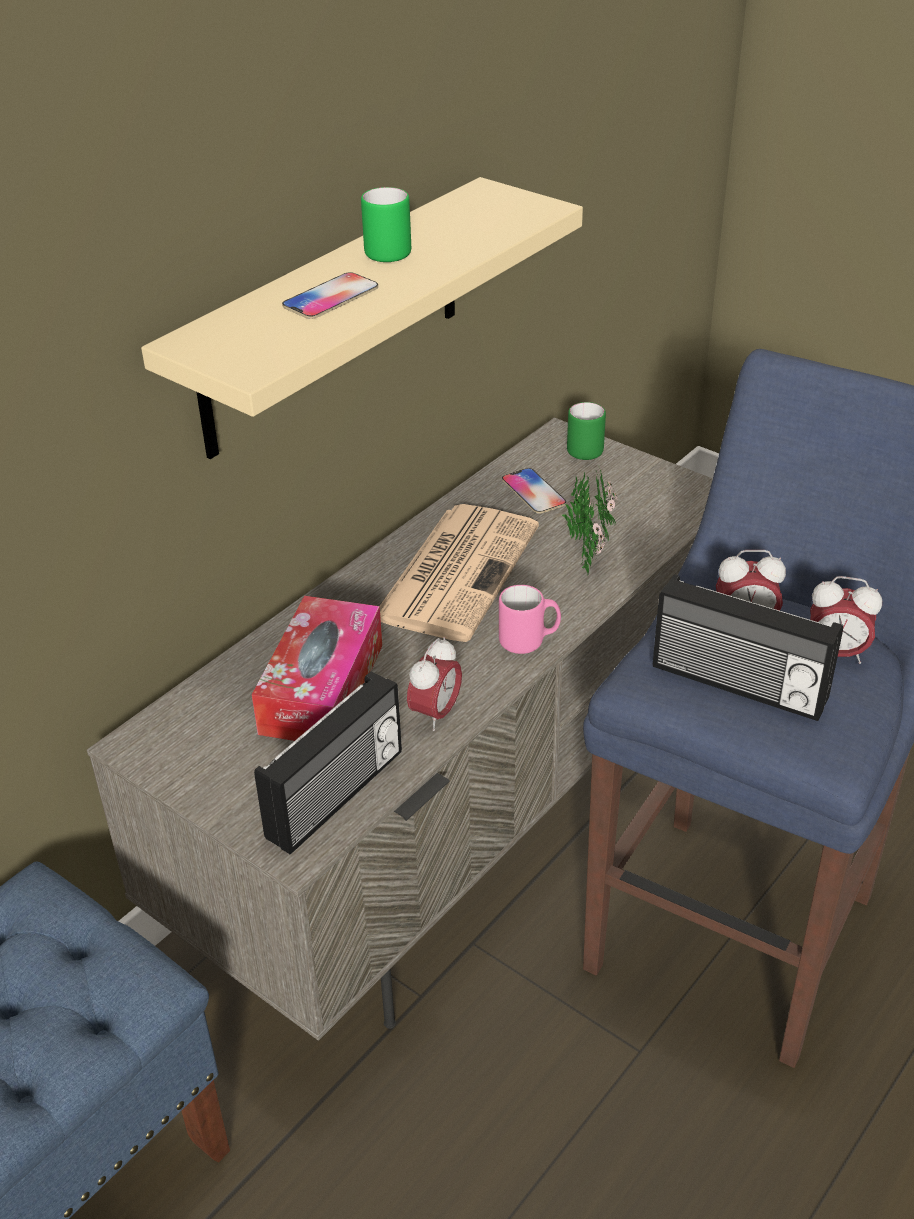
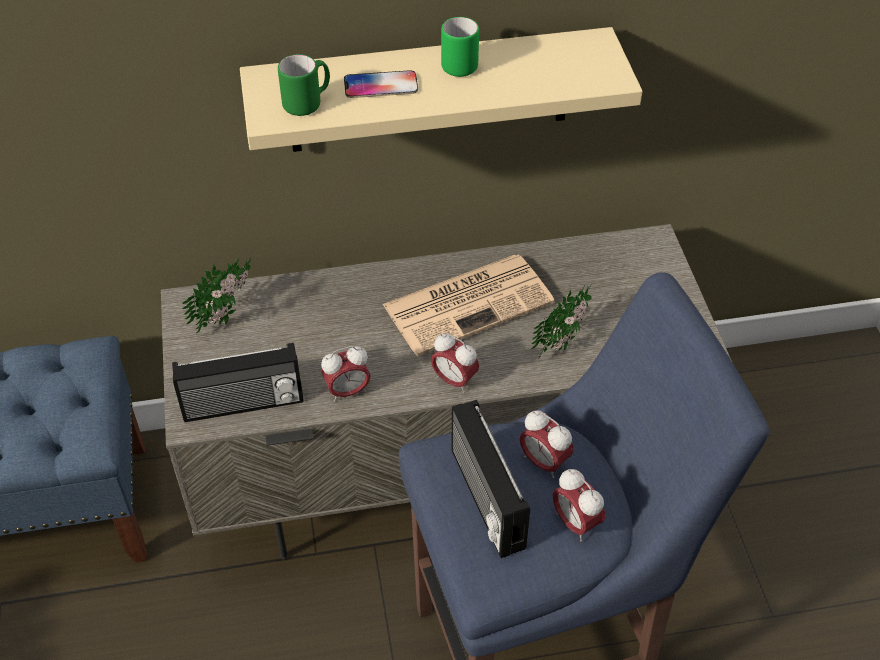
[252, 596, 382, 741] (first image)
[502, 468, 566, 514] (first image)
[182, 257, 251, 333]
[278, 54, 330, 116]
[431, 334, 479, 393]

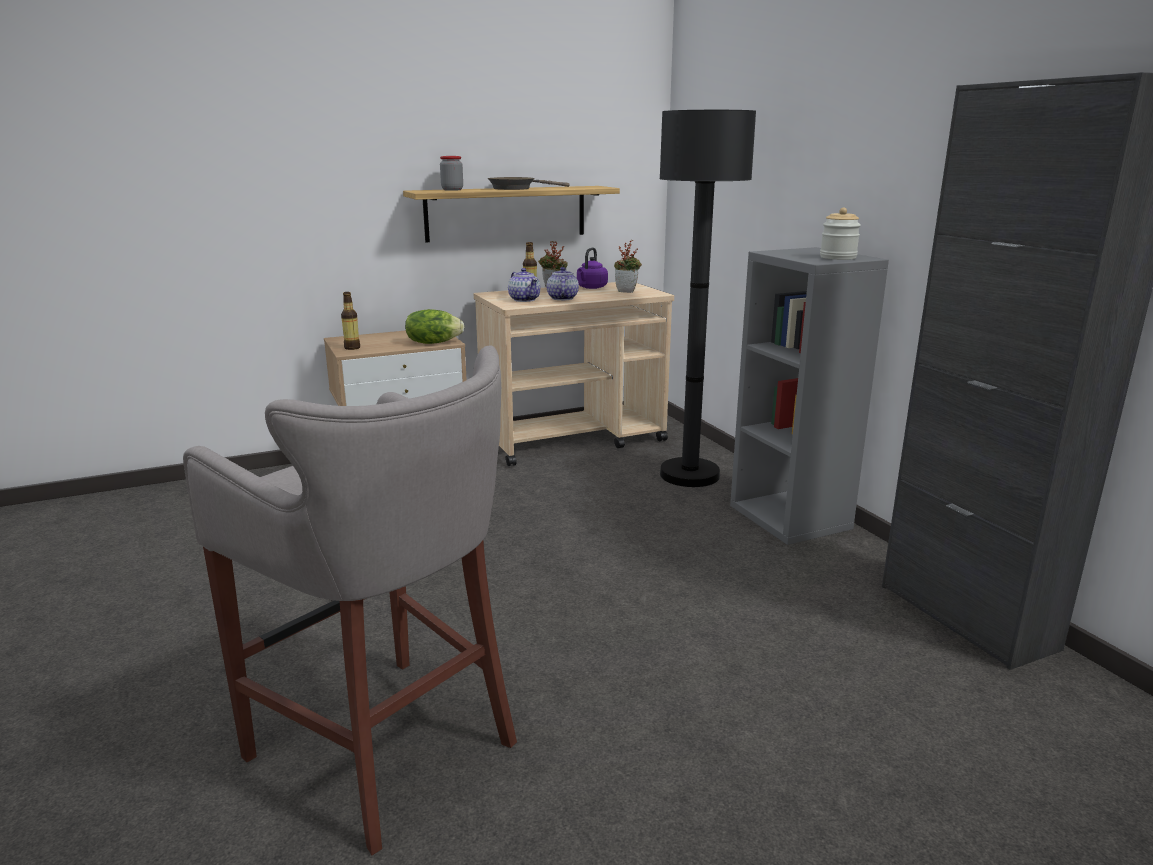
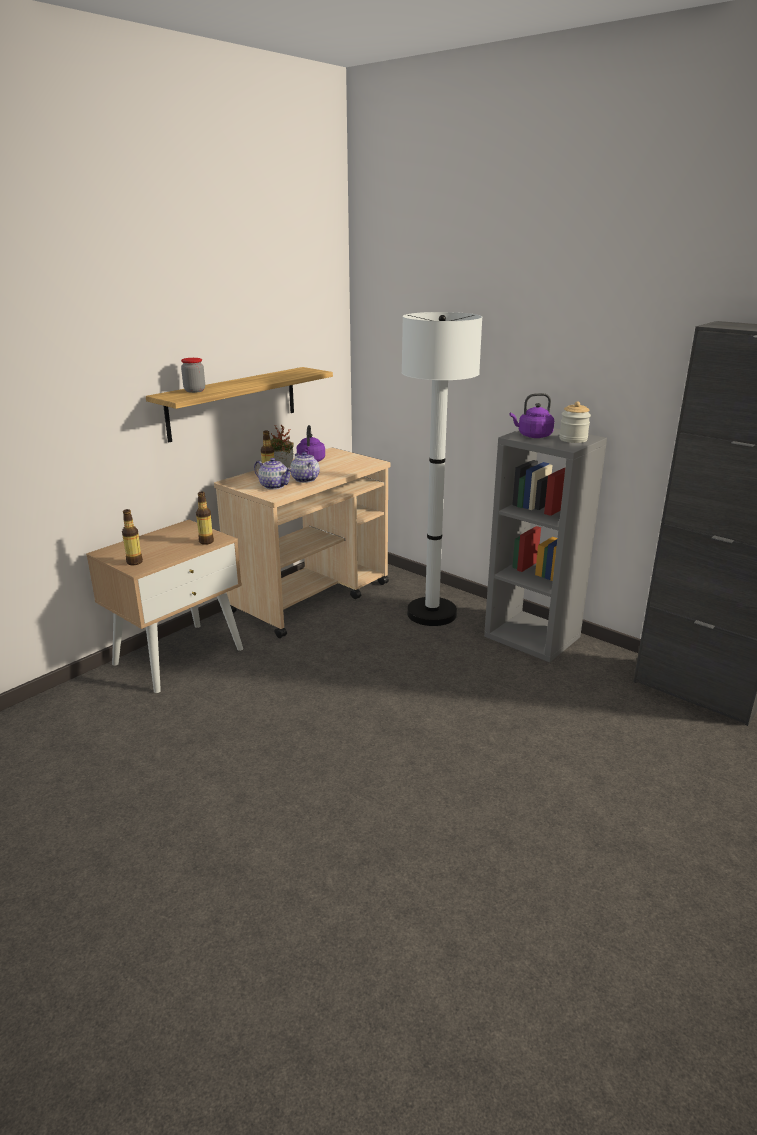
[183, 346, 517, 855] (first image)
[487, 177, 569, 190] (first image)
[614, 240, 642, 293] (first image)
[510, 393, 554, 438]
[196, 492, 214, 545]
[402, 312, 482, 626]

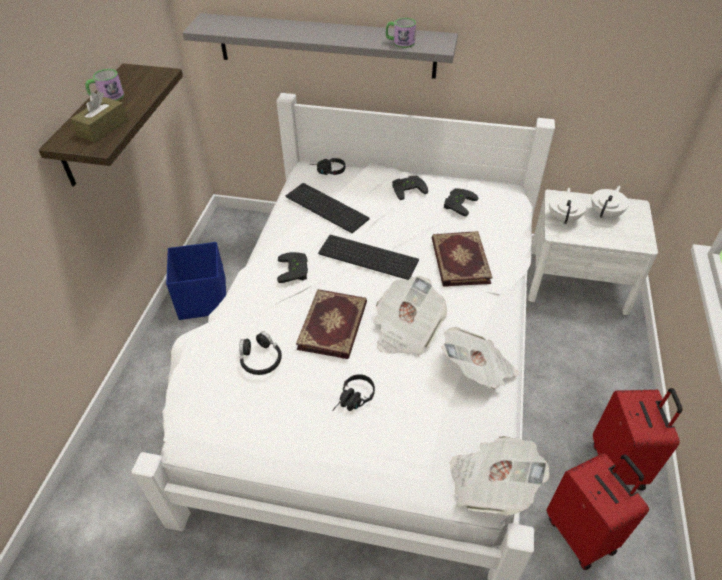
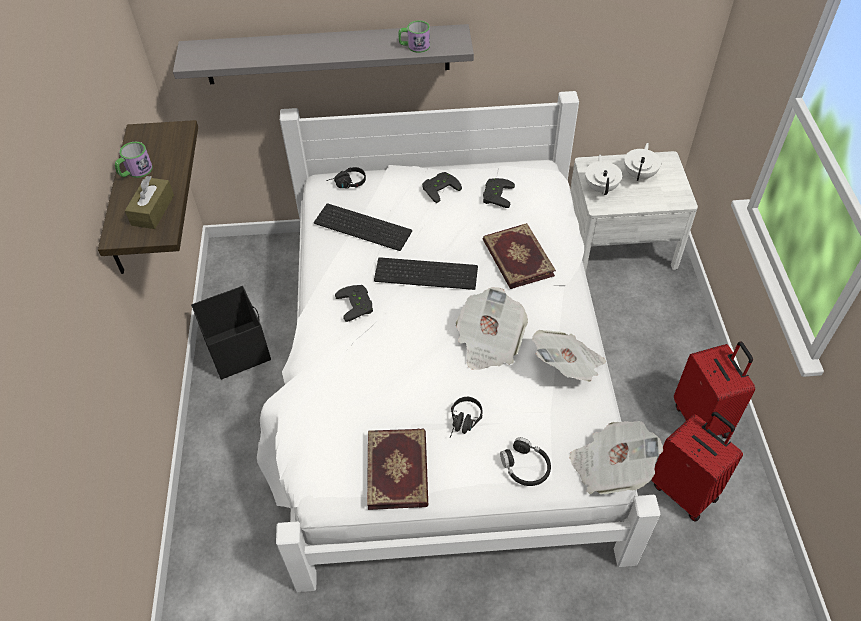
[500, 437, 551, 486]
[367, 429, 428, 510]
[191, 286, 271, 379]

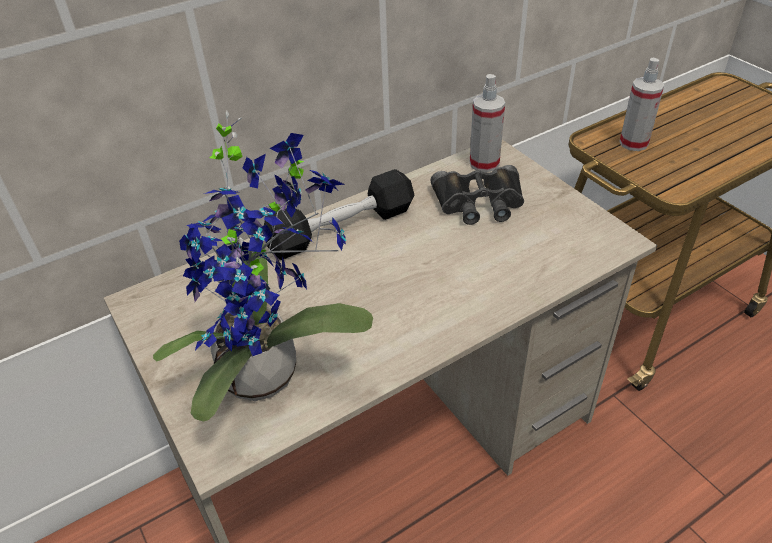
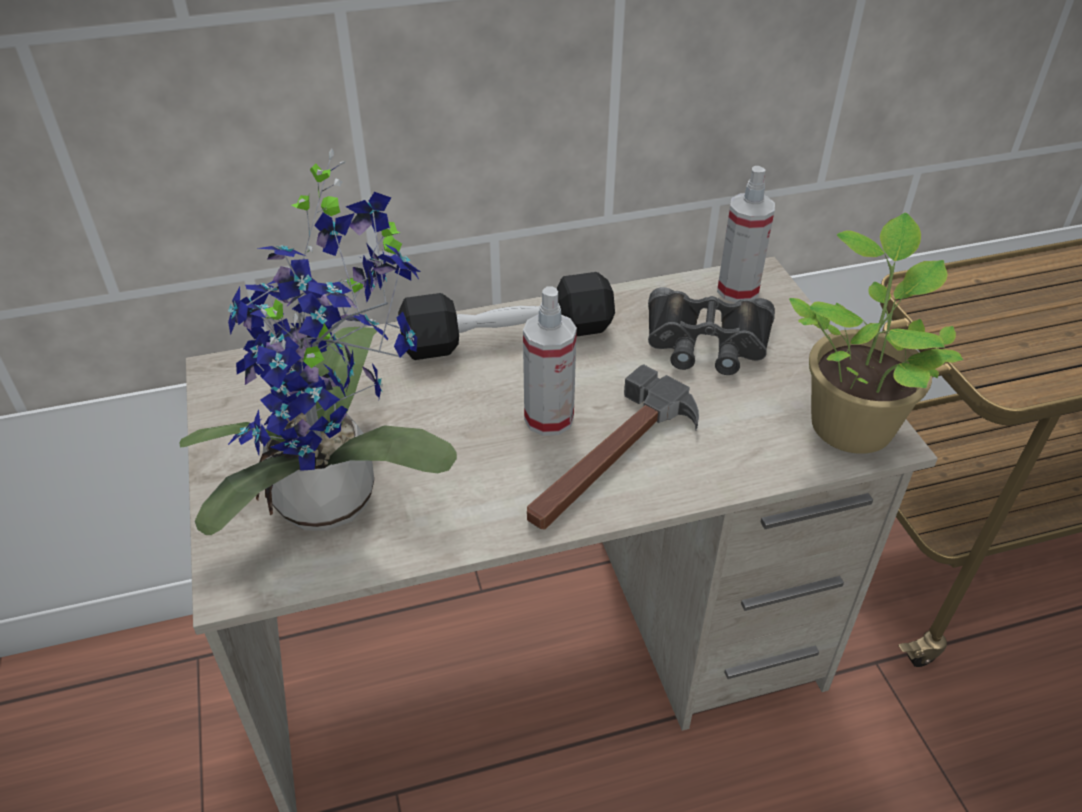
[527, 364, 699, 530]
[789, 212, 963, 454]
[523, 286, 577, 436]

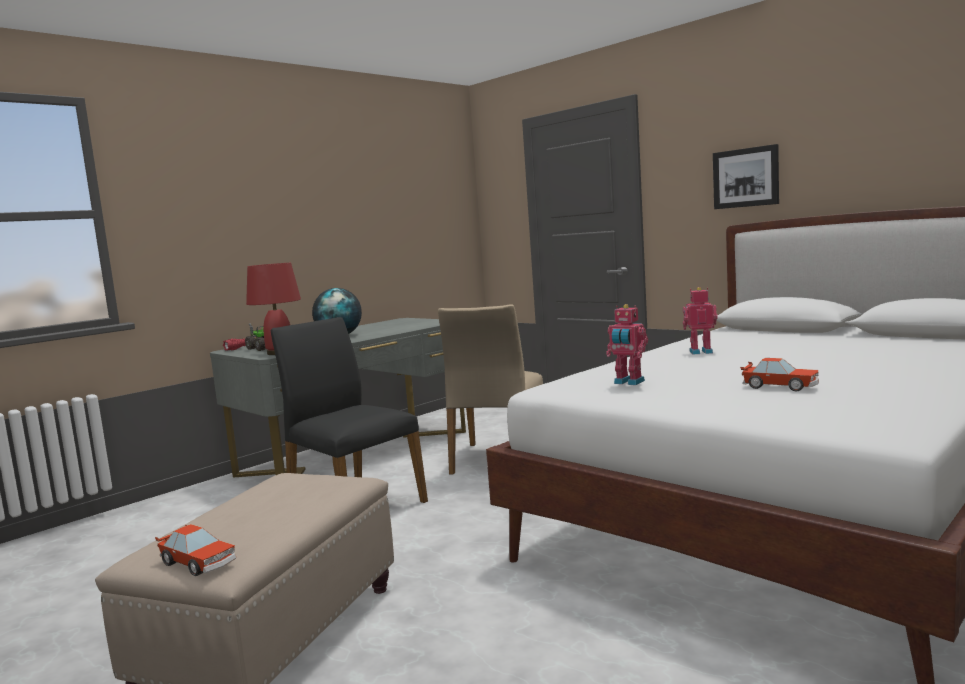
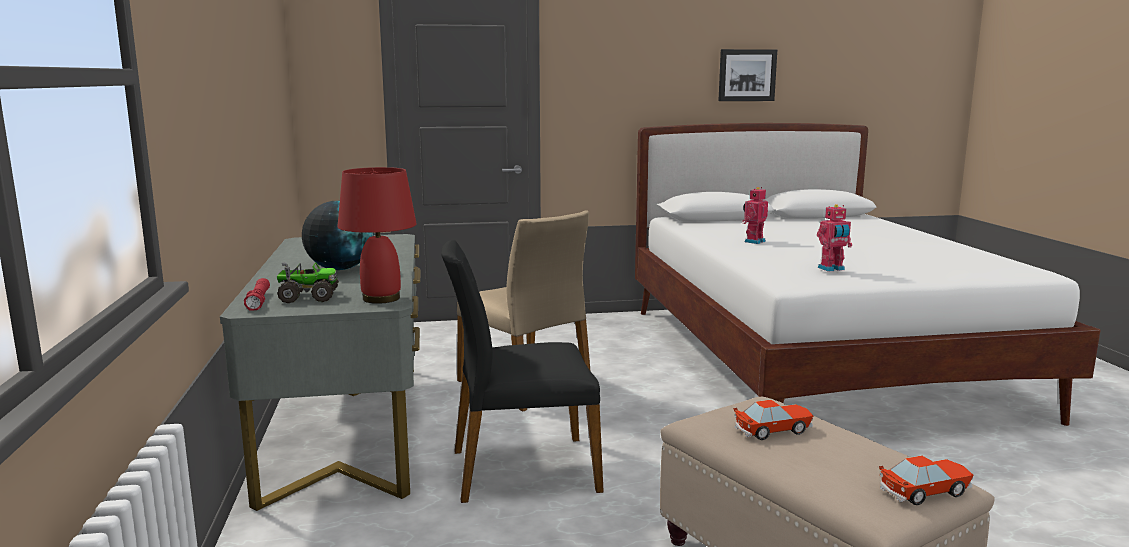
[718, 49, 777, 101]
[733, 400, 813, 440]

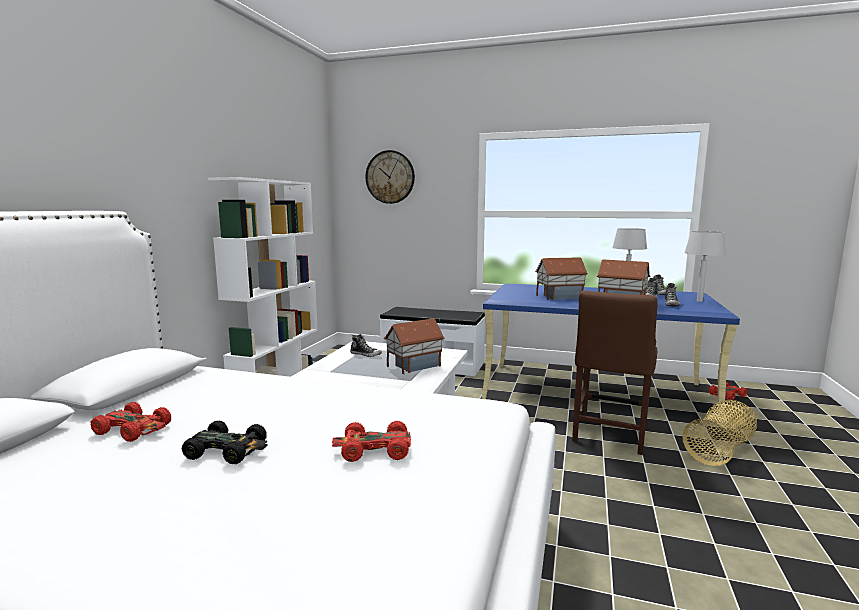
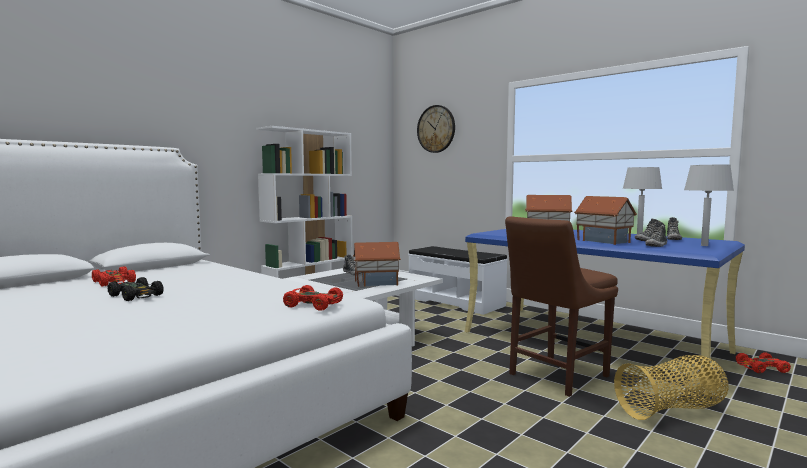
[283, 285, 343, 311]

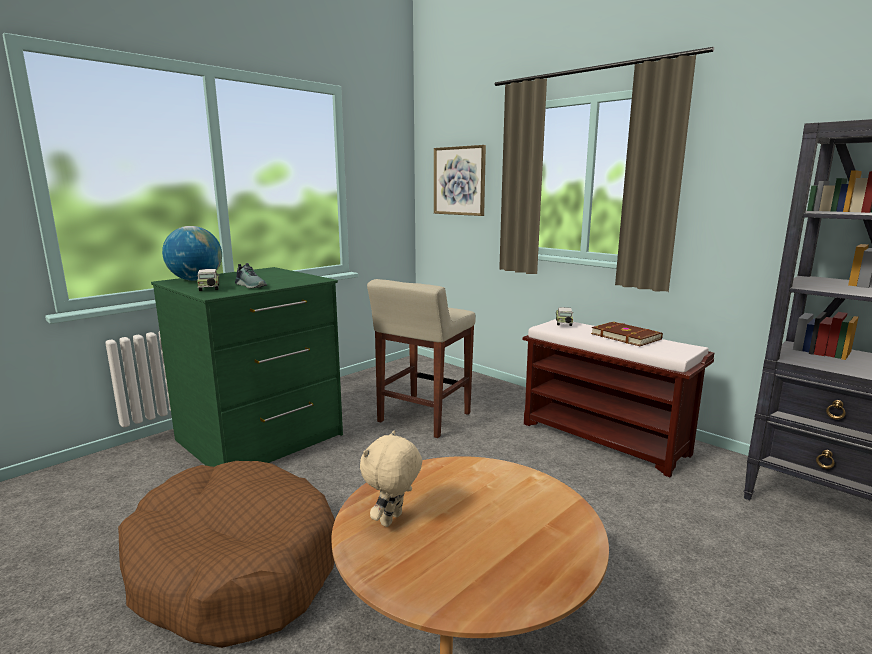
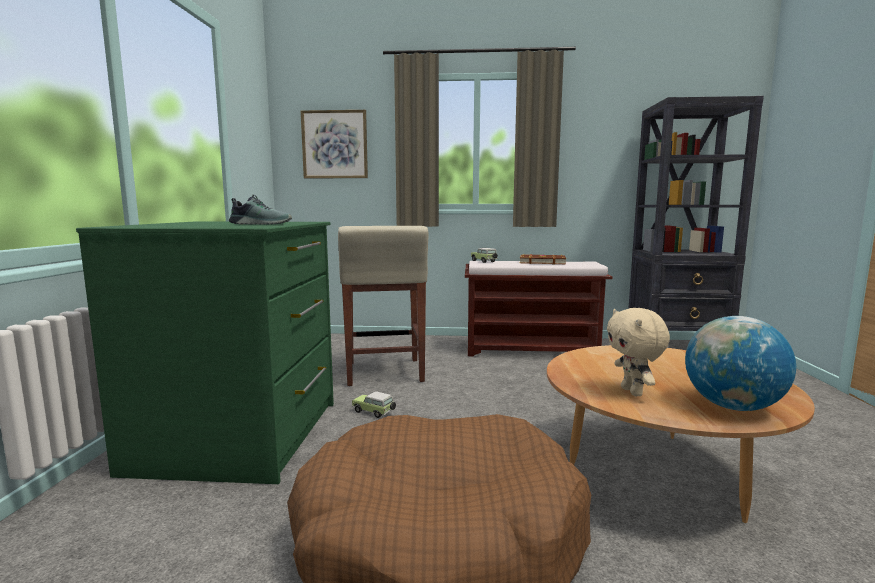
[685, 316, 796, 411]
[352, 391, 396, 418]

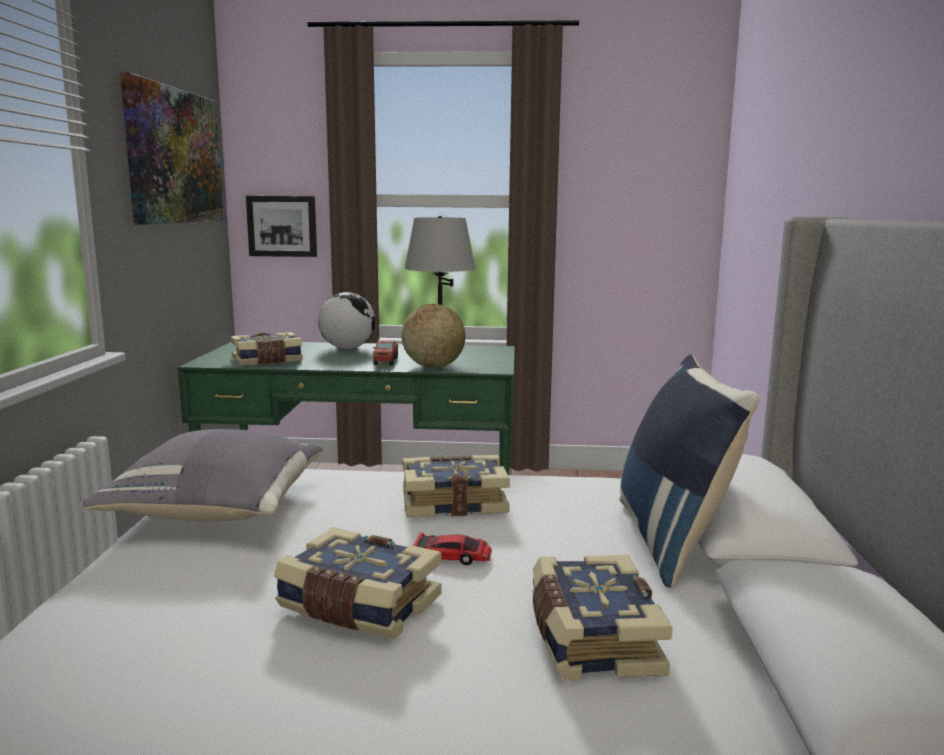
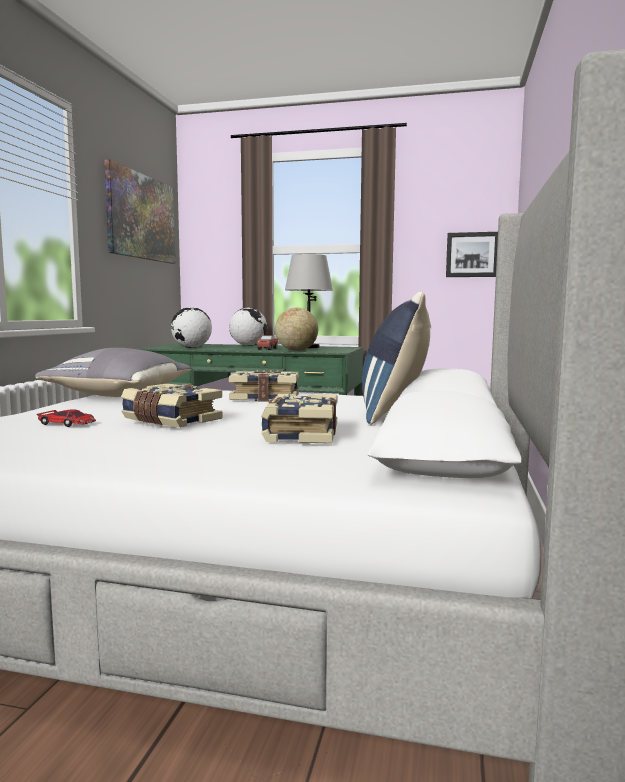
[446, 232, 498, 277]
[37, 409, 96, 427]
[171, 307, 212, 348]

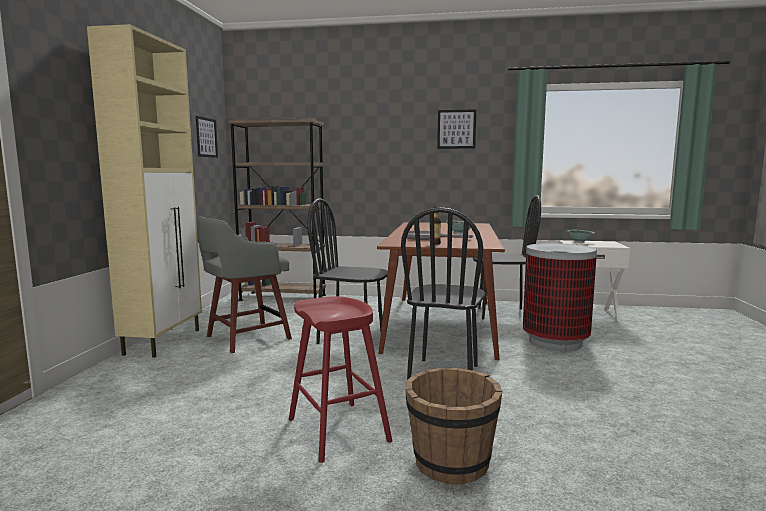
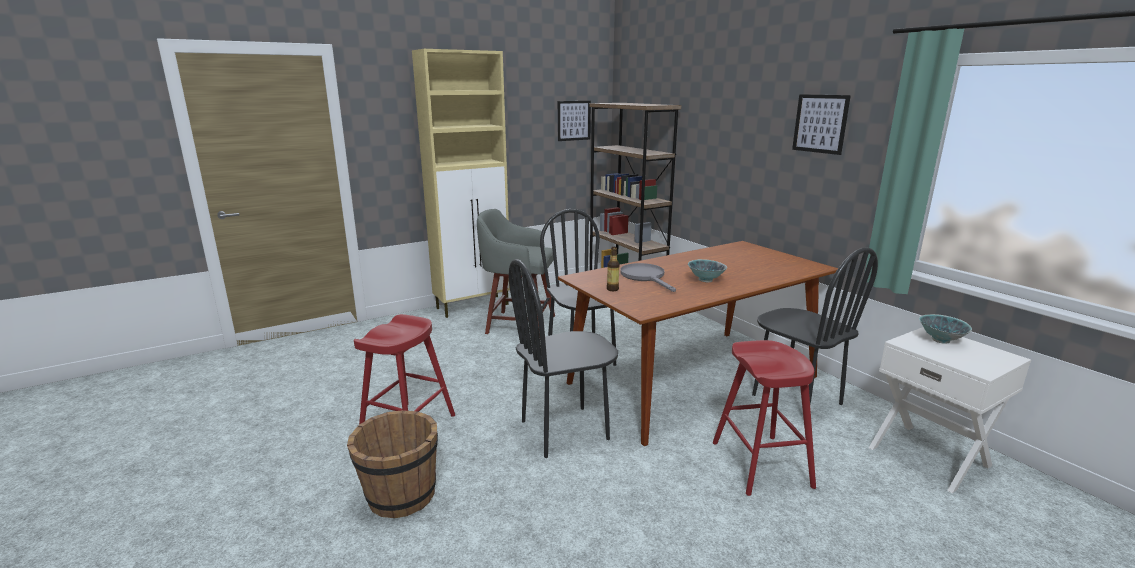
[713, 340, 816, 496]

